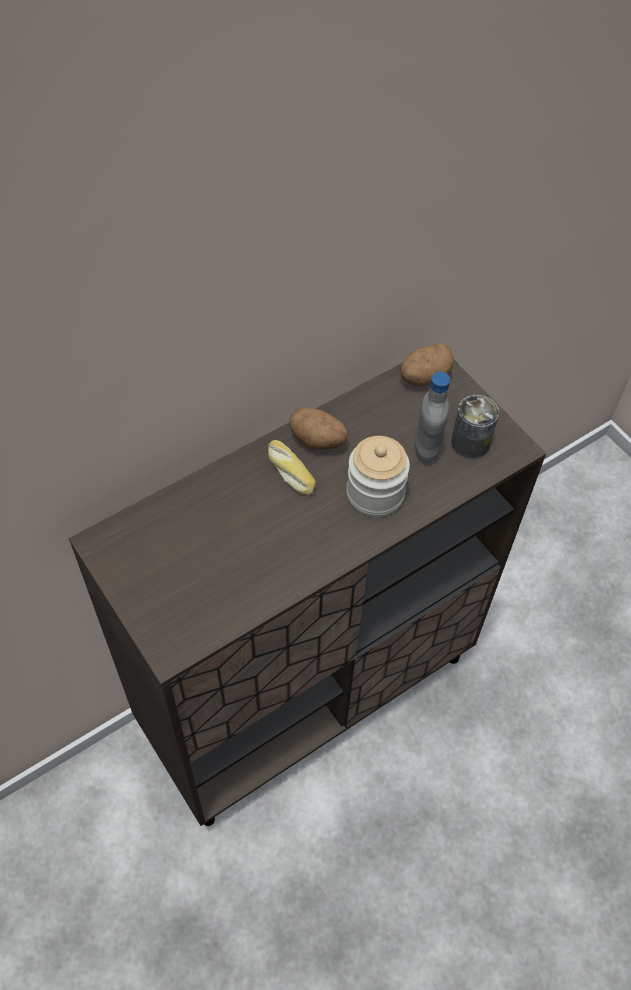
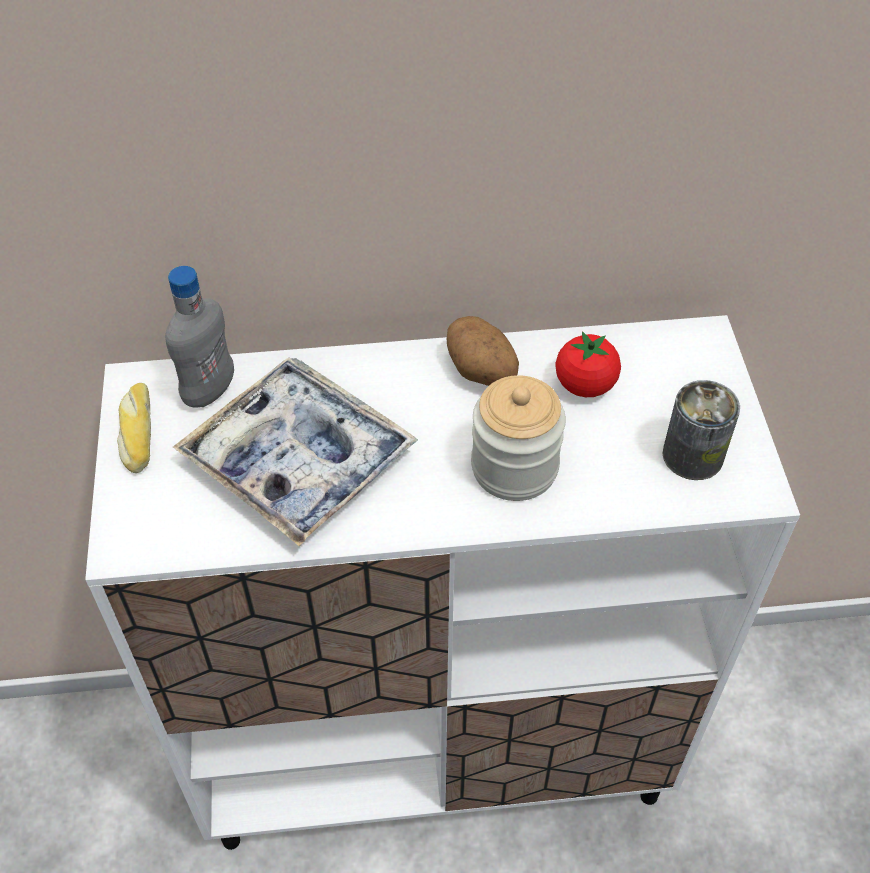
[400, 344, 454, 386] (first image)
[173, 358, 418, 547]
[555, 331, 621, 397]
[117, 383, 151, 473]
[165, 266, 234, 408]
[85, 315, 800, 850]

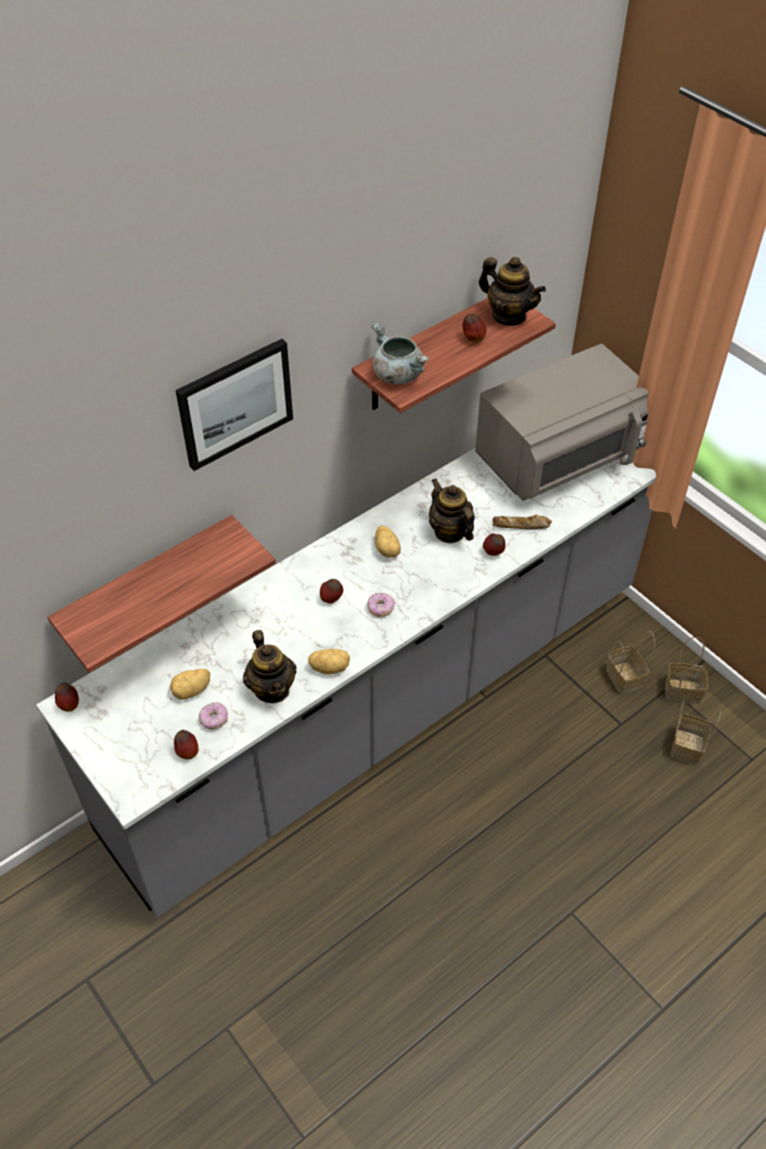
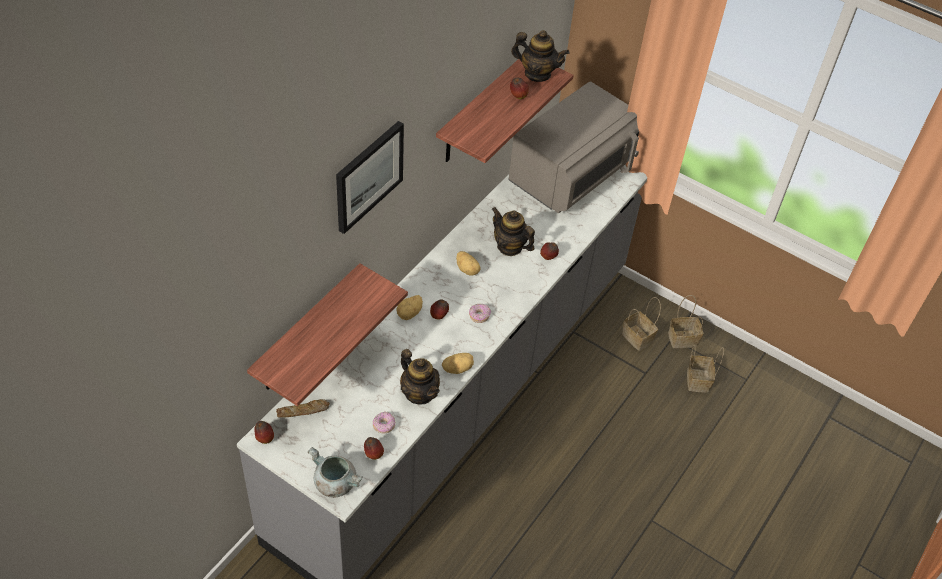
[397, 295, 423, 320]
[308, 447, 363, 498]
[276, 399, 330, 418]

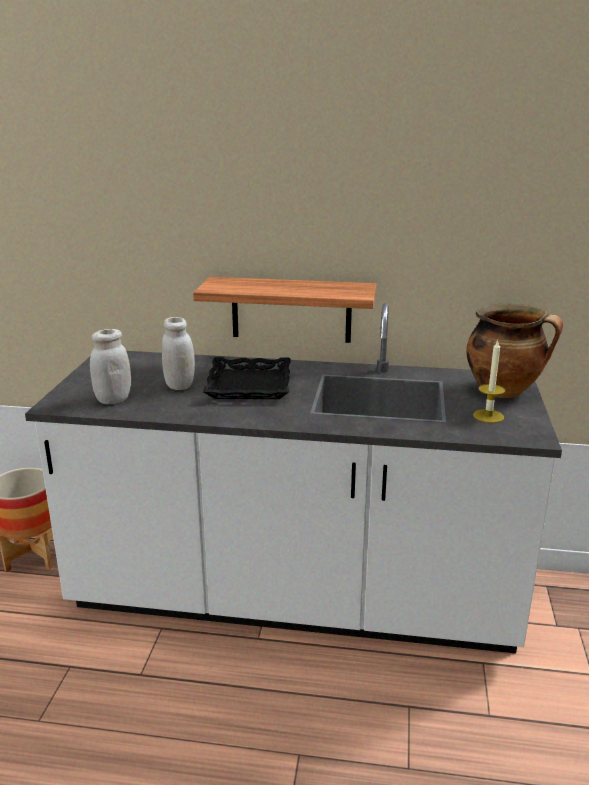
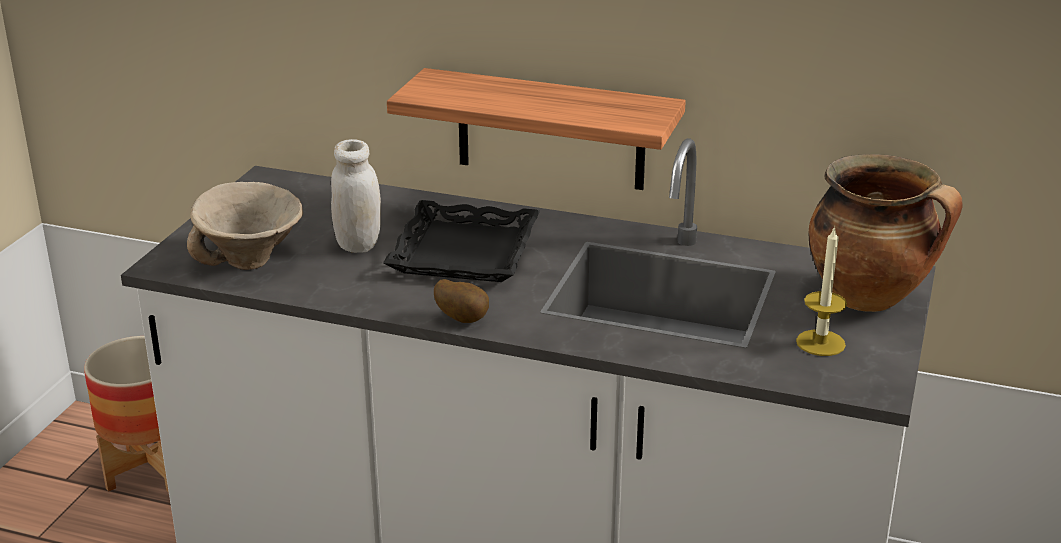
[434, 279, 489, 323]
[187, 182, 303, 270]

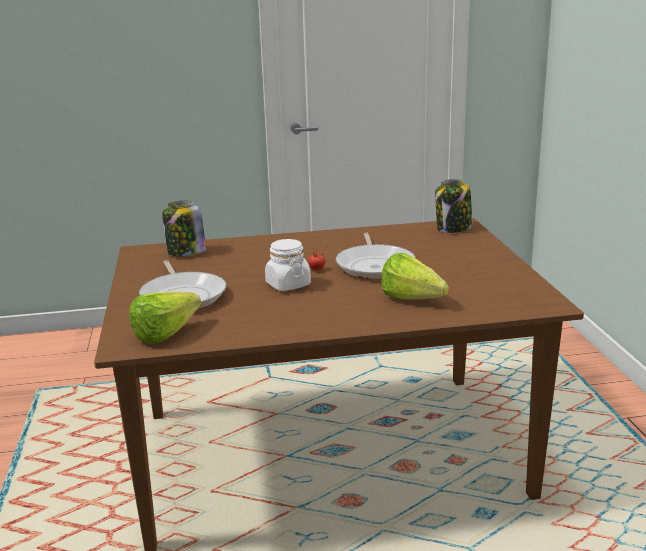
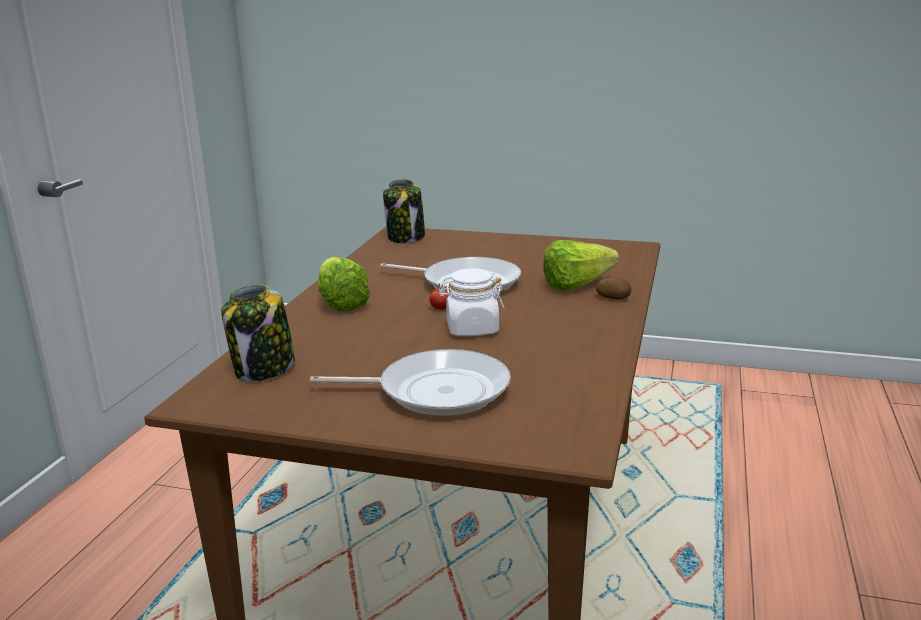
[596, 277, 632, 300]
[318, 257, 370, 311]

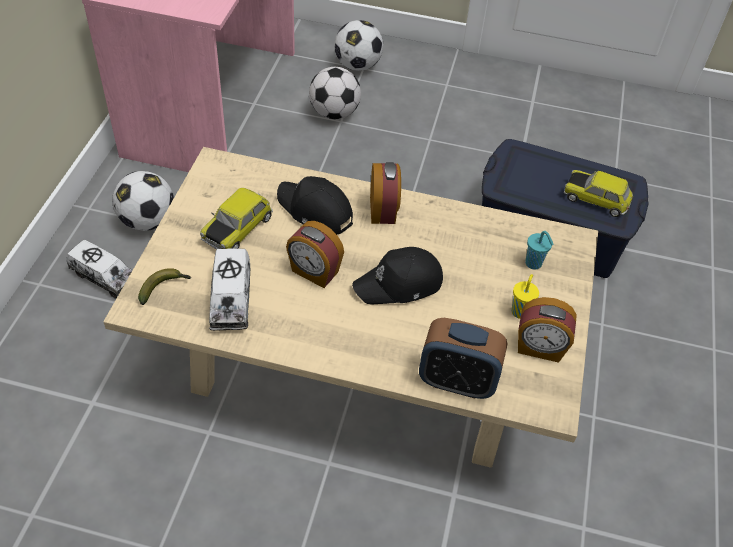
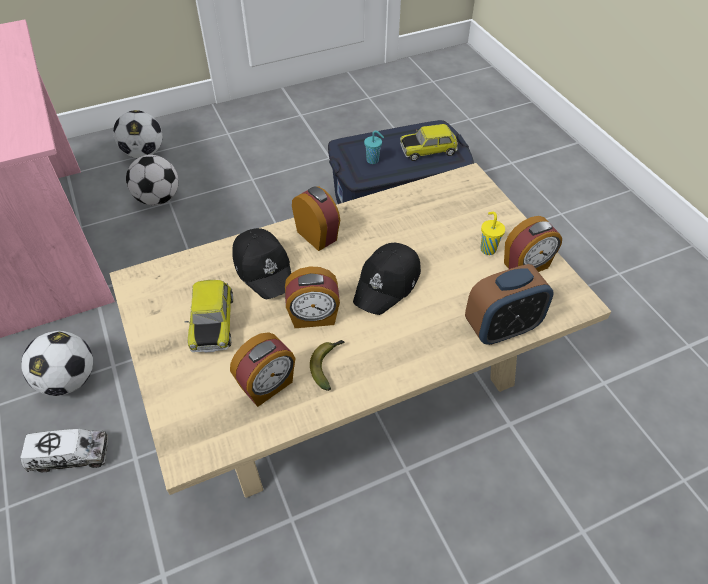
[310, 340, 345, 391]
[364, 131, 384, 164]
[230, 332, 295, 407]
[232, 228, 291, 299]

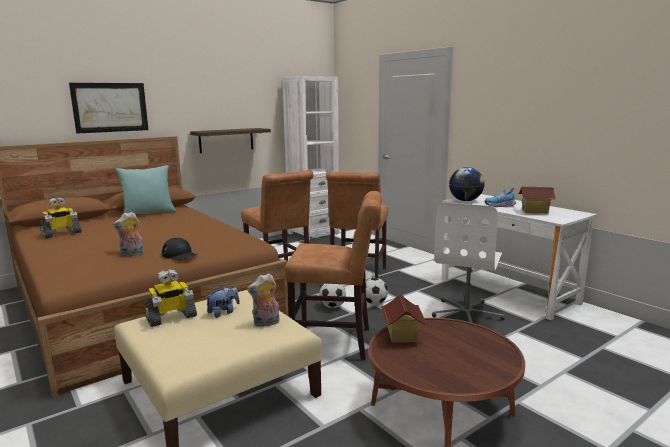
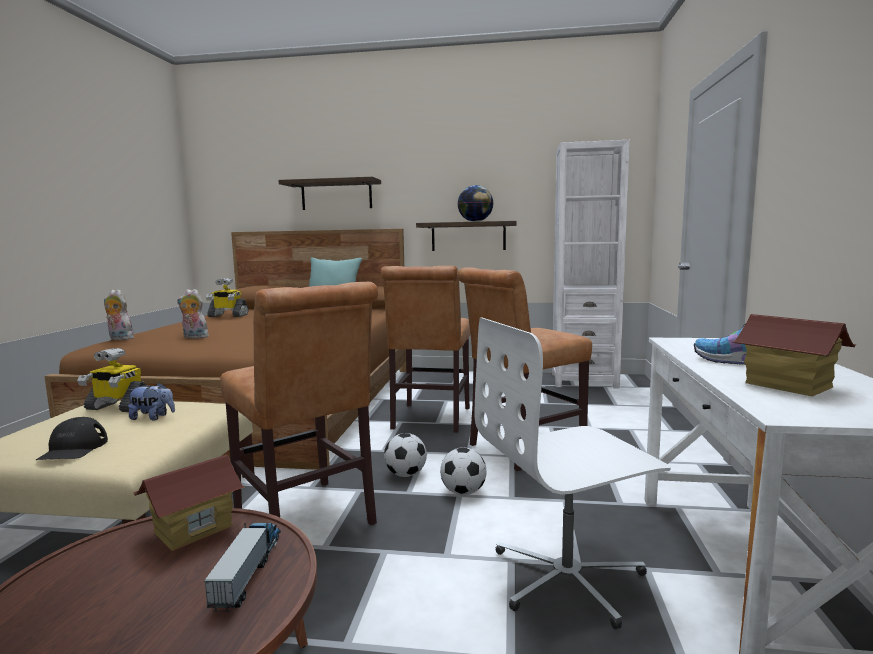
[204, 523, 281, 612]
[36, 417, 108, 460]
[104, 289, 134, 340]
[458, 185, 493, 222]
[279, 177, 381, 210]

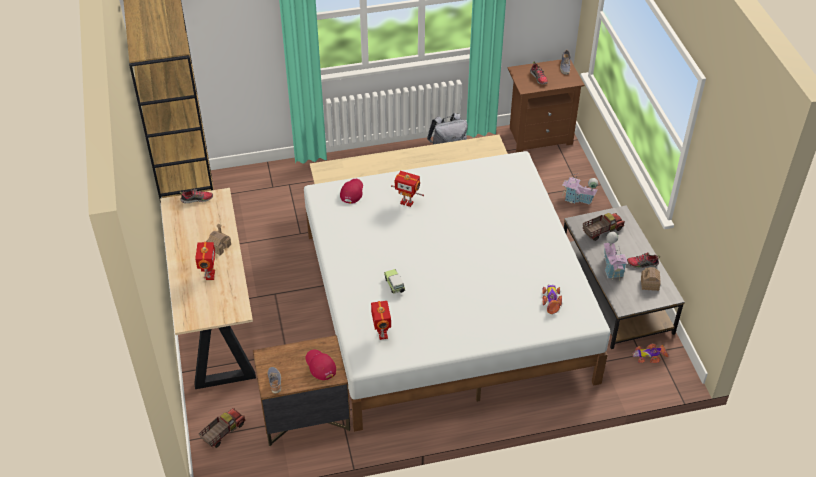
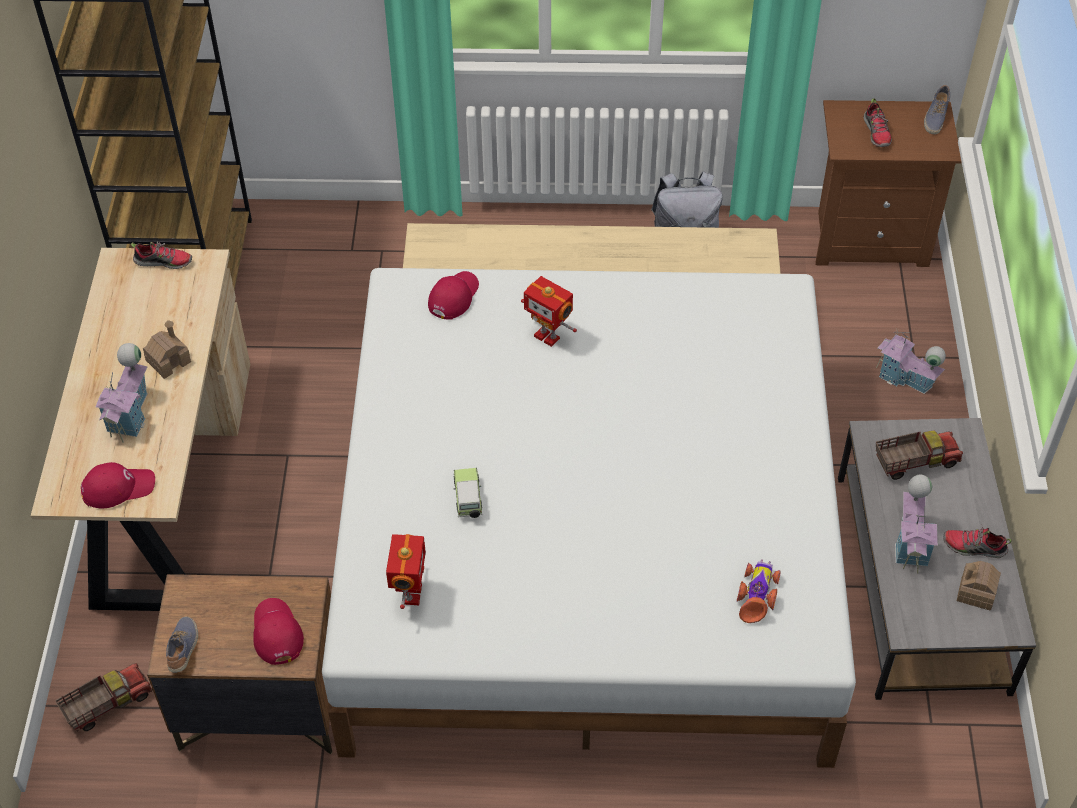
[632, 344, 669, 363] (first image)
[81, 462, 155, 508]
[96, 343, 148, 443]

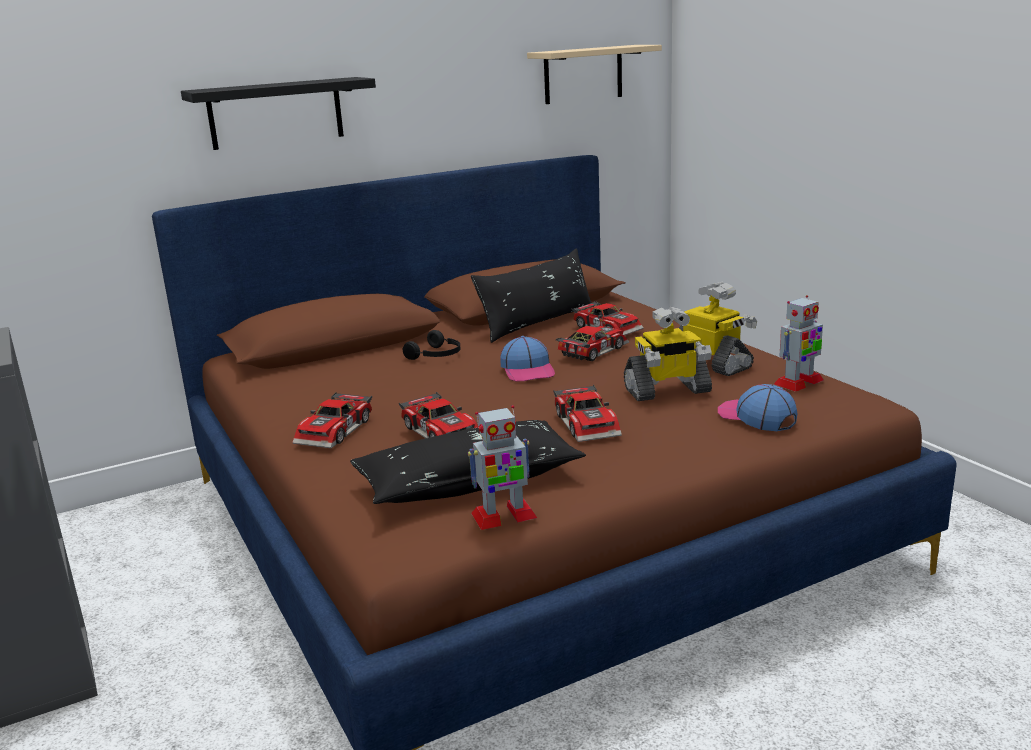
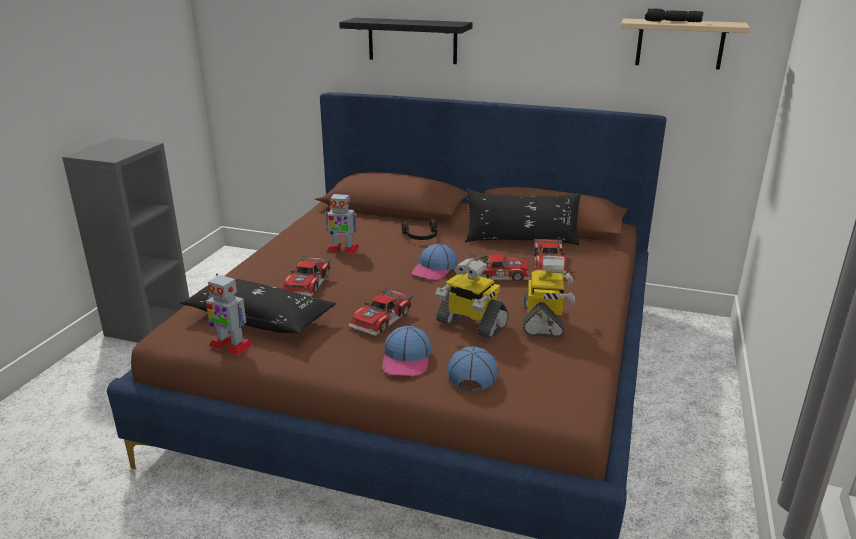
[292, 392, 372, 449] (first image)
[382, 326, 432, 376]
[645, 8, 703, 22]
[325, 193, 360, 254]

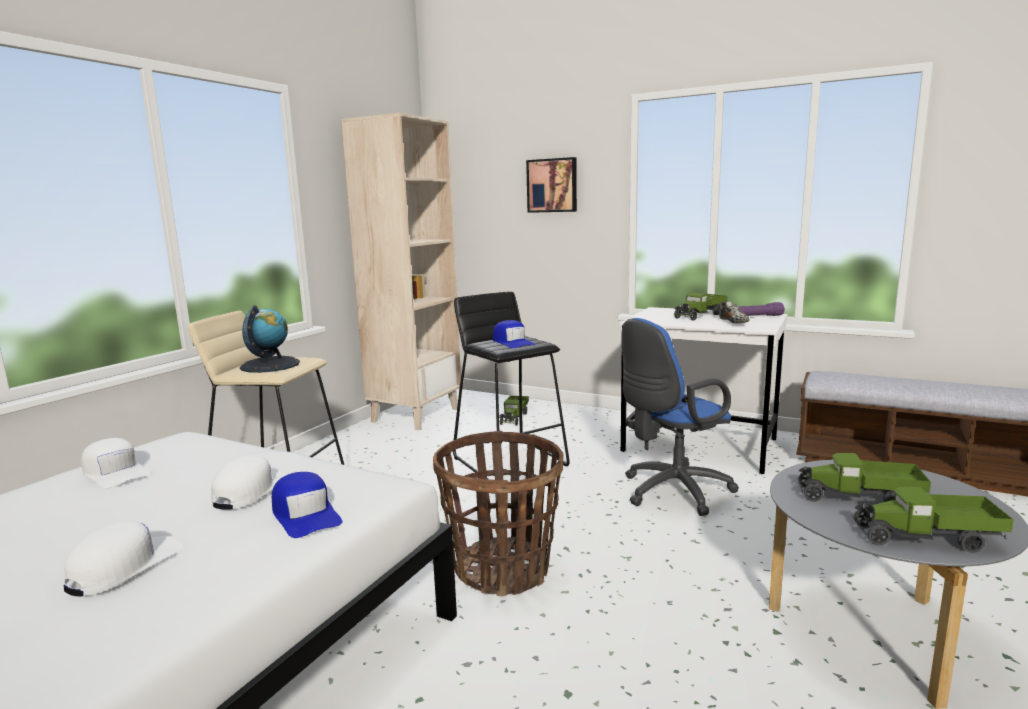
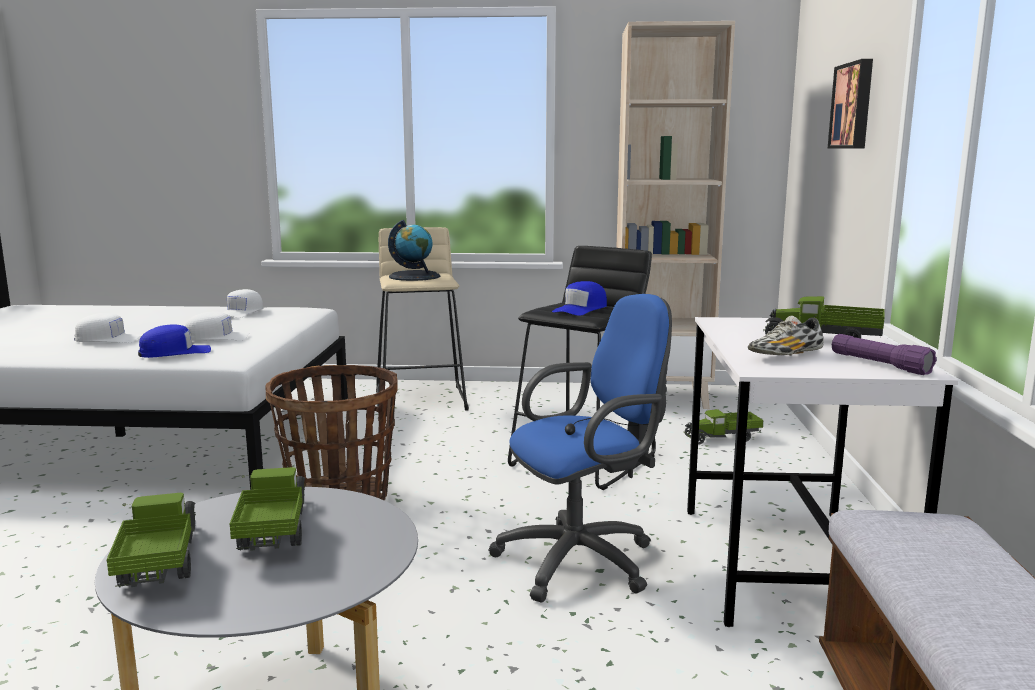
[138, 324, 211, 358]
[488, 294, 672, 602]

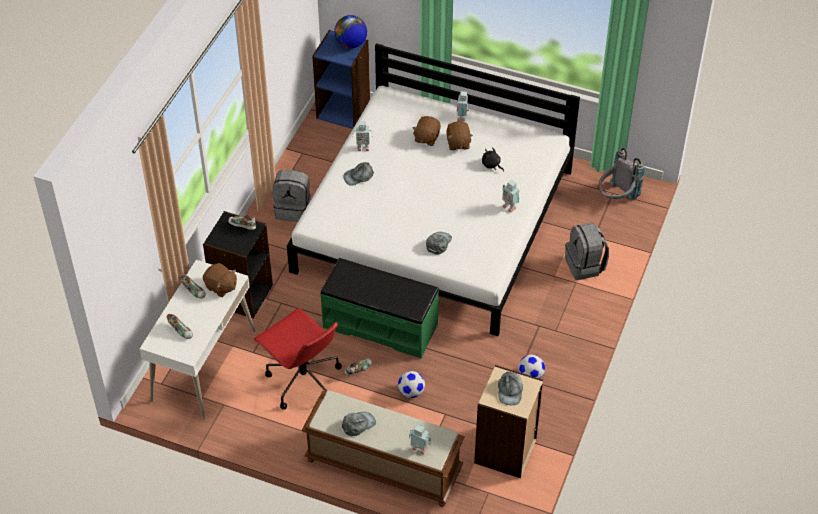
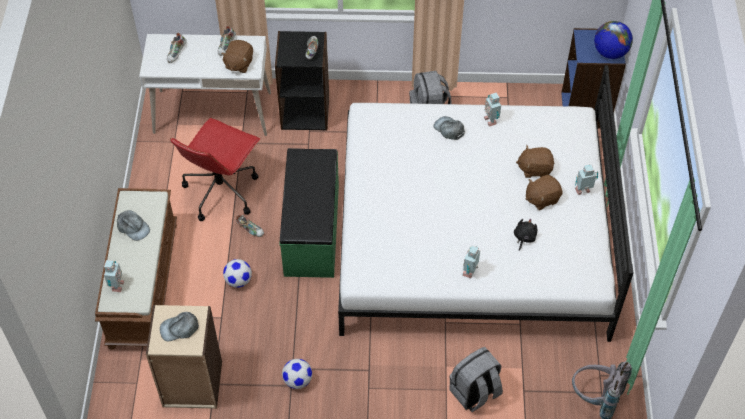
[426, 232, 452, 255] (first image)

